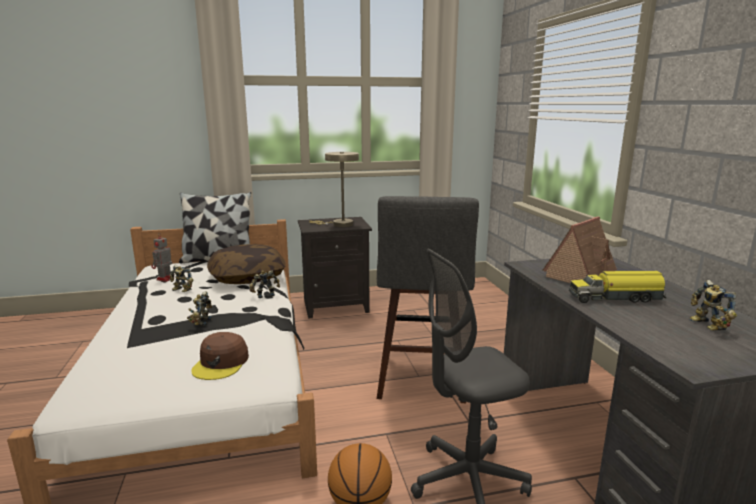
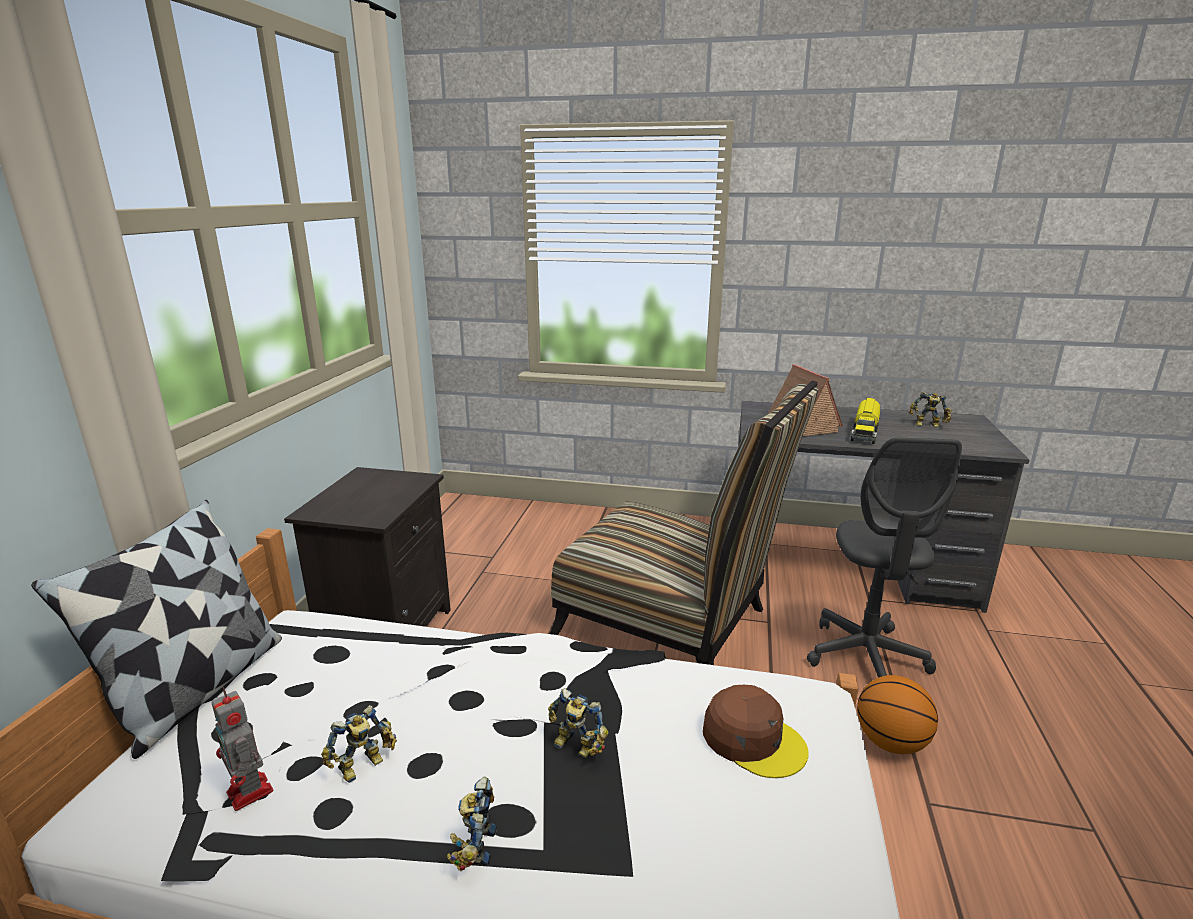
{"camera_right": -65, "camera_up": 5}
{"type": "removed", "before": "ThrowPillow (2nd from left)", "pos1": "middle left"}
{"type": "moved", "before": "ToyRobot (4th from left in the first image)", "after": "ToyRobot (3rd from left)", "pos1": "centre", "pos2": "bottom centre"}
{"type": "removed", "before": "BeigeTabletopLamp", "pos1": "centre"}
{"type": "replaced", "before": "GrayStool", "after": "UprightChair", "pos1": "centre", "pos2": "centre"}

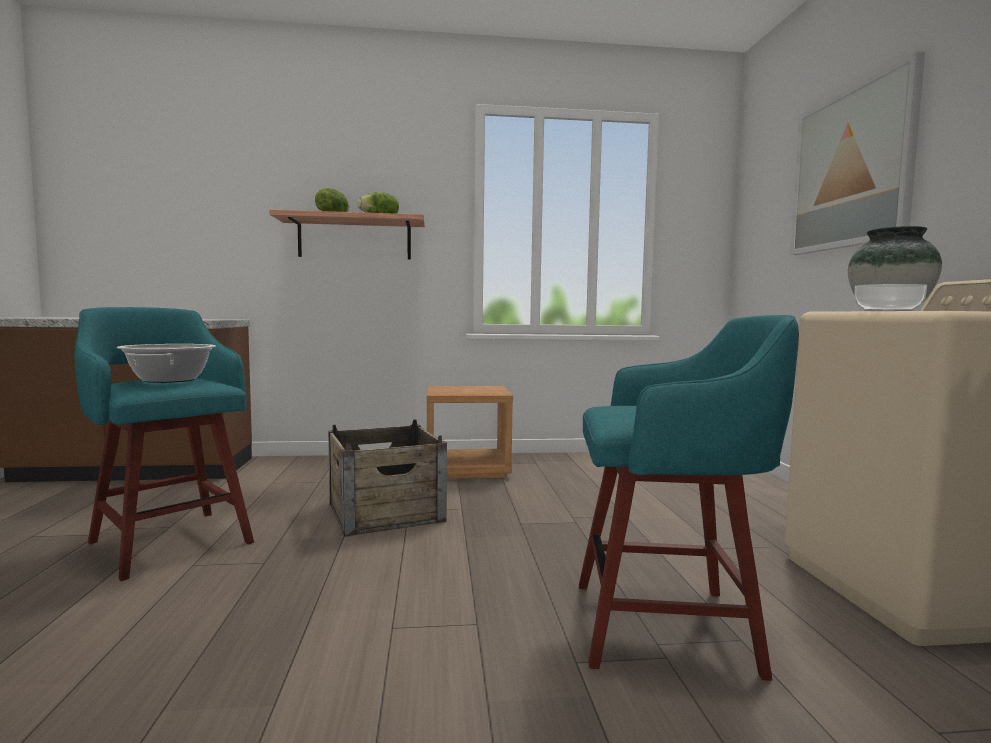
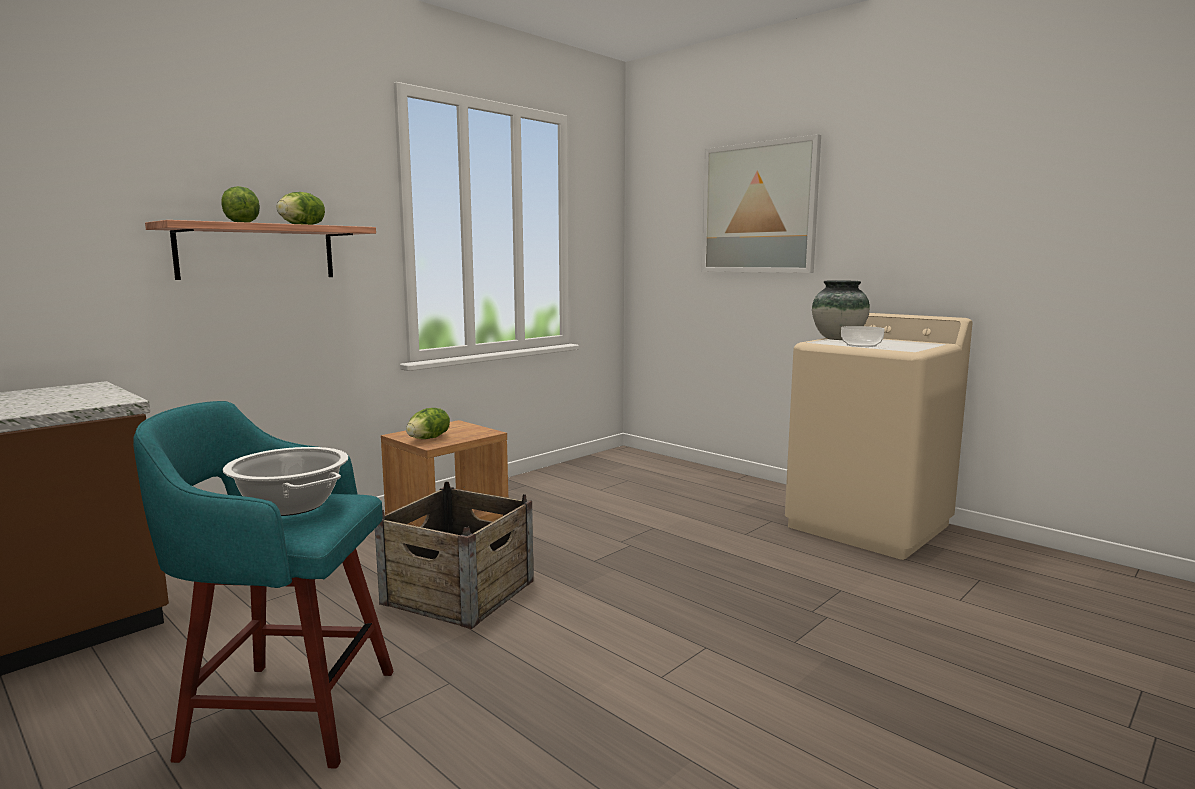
{"camera_right": -40, "camera_up": 5}
{"type": "removed", "before": "TurquoiseStool (2nd from left)", "pos1": "bottom right"}
{"type": "added", "after": "HeadOfLettuce (3rd from left)", "pos2": "centre"}

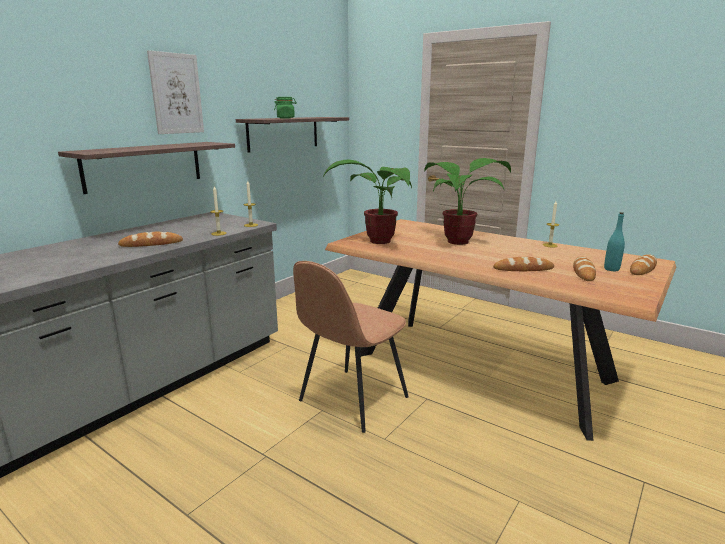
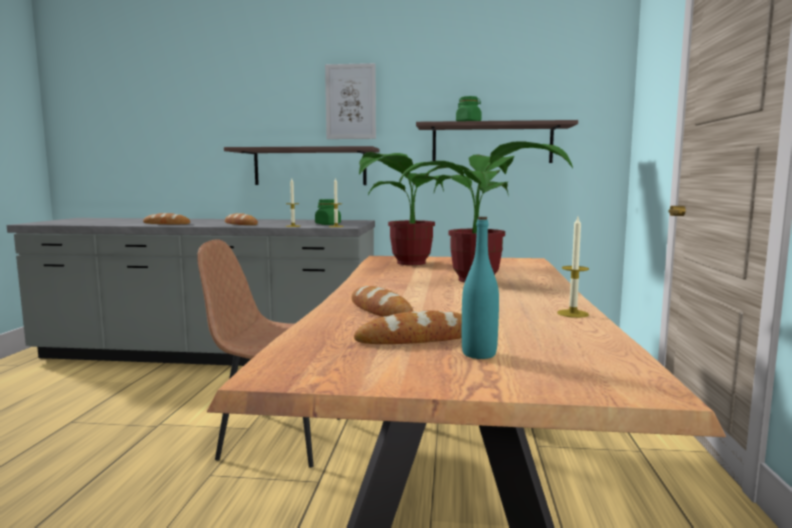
{"camera_right": 60, "camera_up": -10}
{"type": "moved", "before": "Bread (4th from left in the first image)", "after": "Bread (1st from left)", "pos1": "middle right", "pos2": "middle left"}
{"type": "added", "after": "GreenishPreserveJar (1st from left)", "pos2": "centre"}

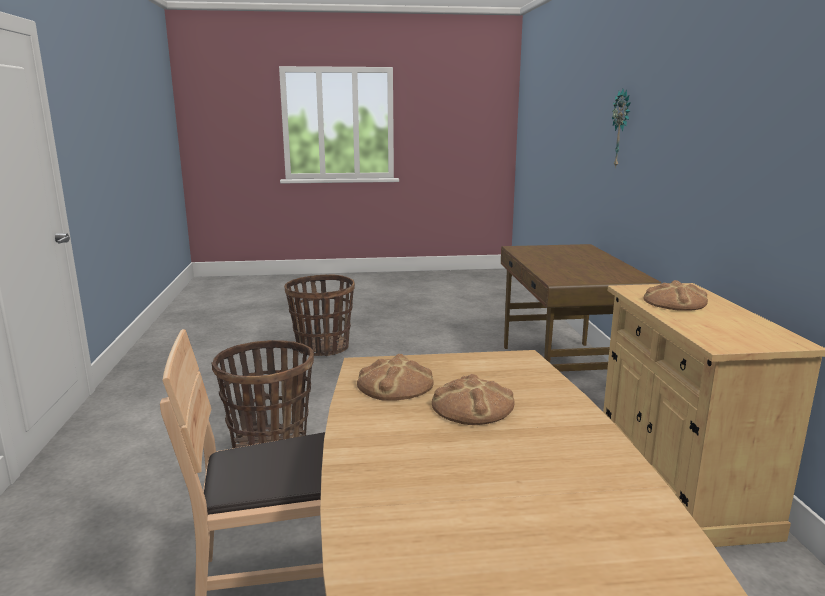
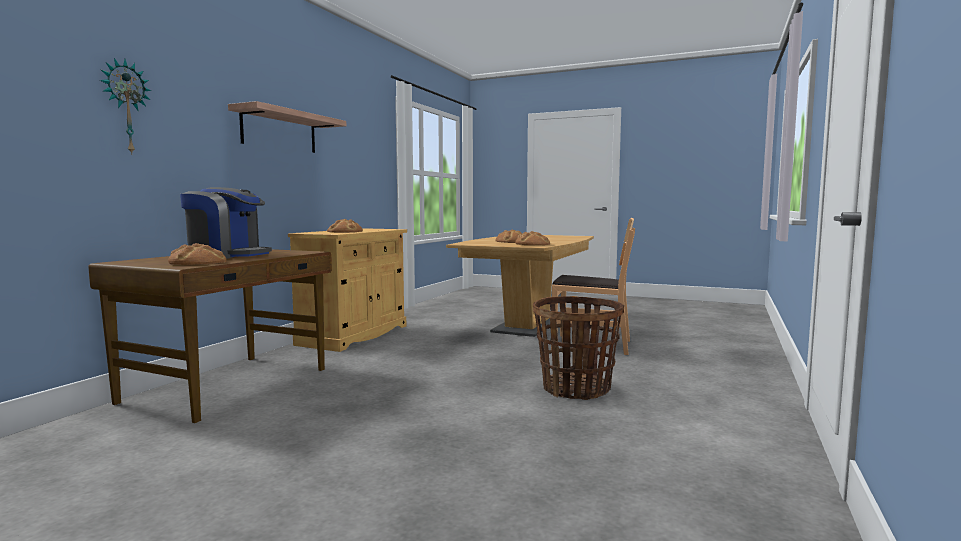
{"camera_right": -150, "camera_up": -10}
{"type": "removed", "before": "Basket (2nd from left)", "pos1": "centre"}
{"type": "added", "after": "Bread (1st from left)", "pos2": "middle left"}
{"type": "added", "after": "CoffeeMachine", "pos2": "middle left"}
{"type": "added", "after": "Shelf", "pos2": "top left"}

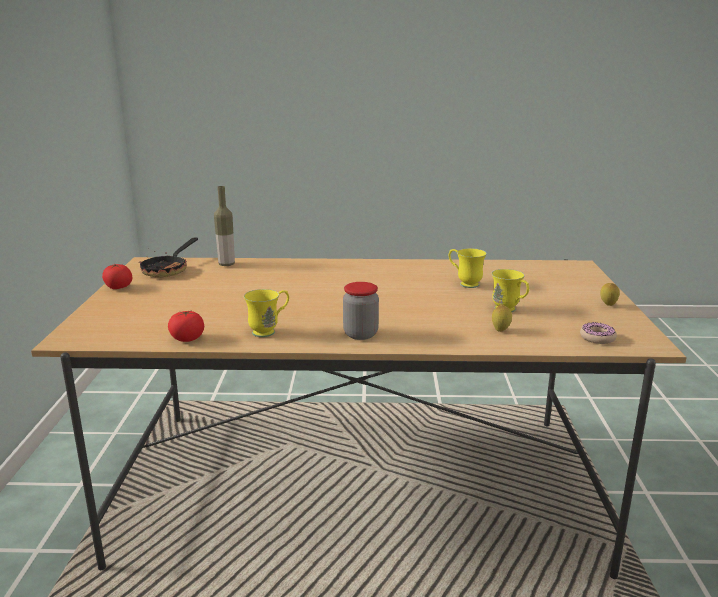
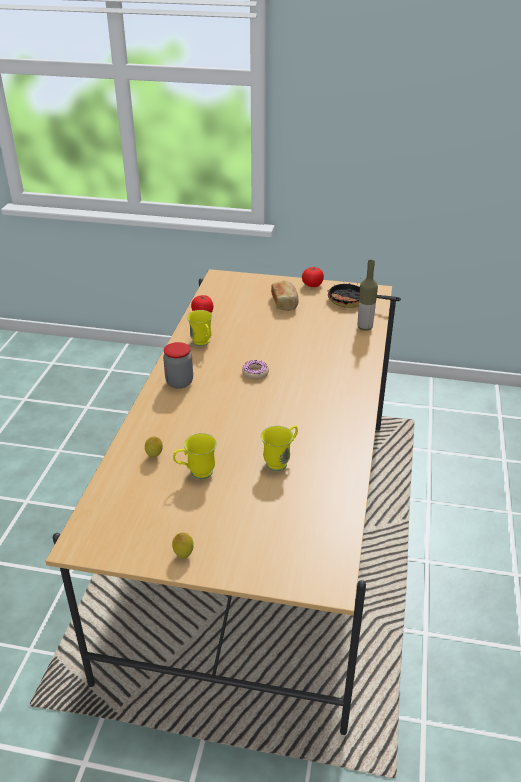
{"camera_right": 100, "camera_up": 15}
{"type": "moved", "before": "Doughnut", "pos1": "middle right", "pos2": "centre"}
{"type": "added", "after": "Bread", "pos2": "centre"}

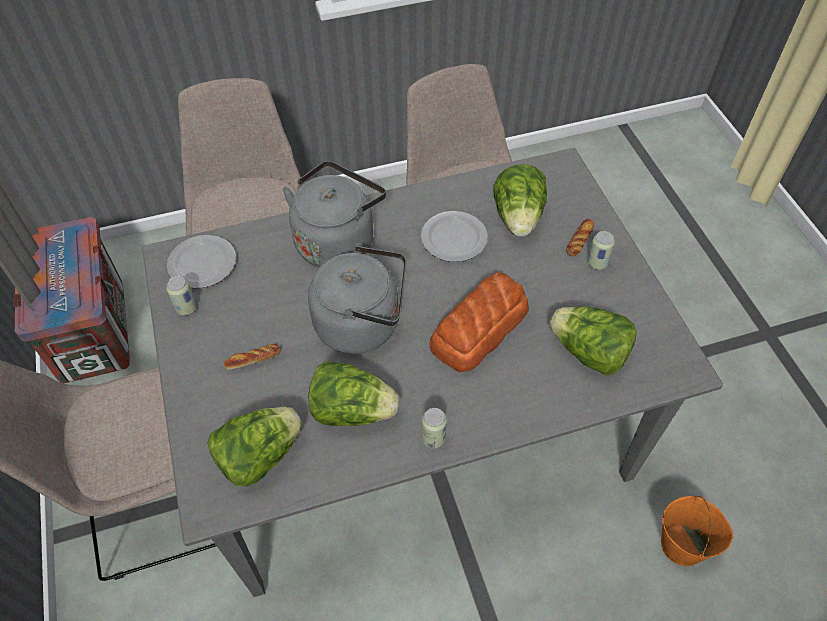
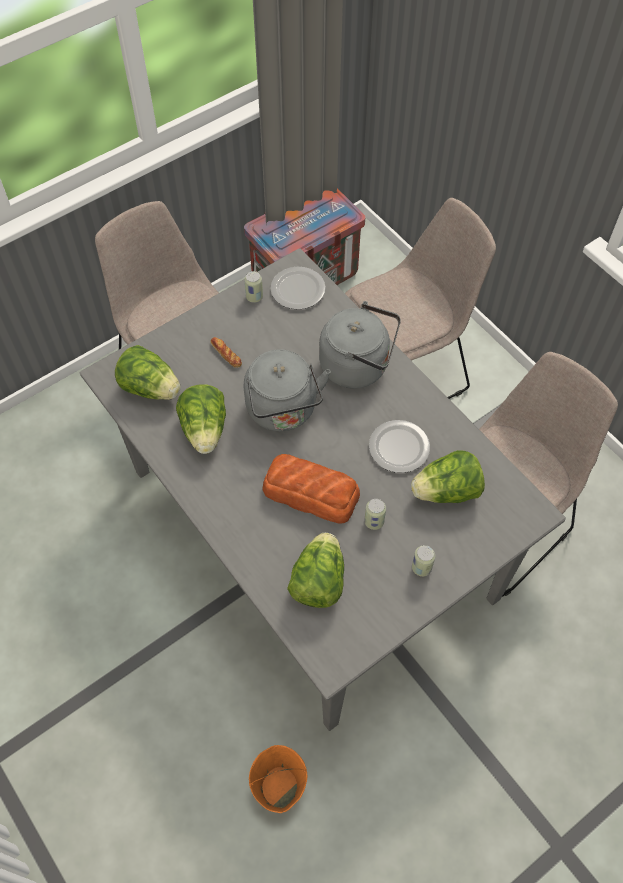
{"camera_right": 70, "camera_up": 5}
{"type": "moved", "before": "SealedCan (2nd from left)", "pos1": "bottom centre", "pos2": "centre"}
{"type": "removed", "before": "Bread (3rd from left)", "pos1": "middle right"}

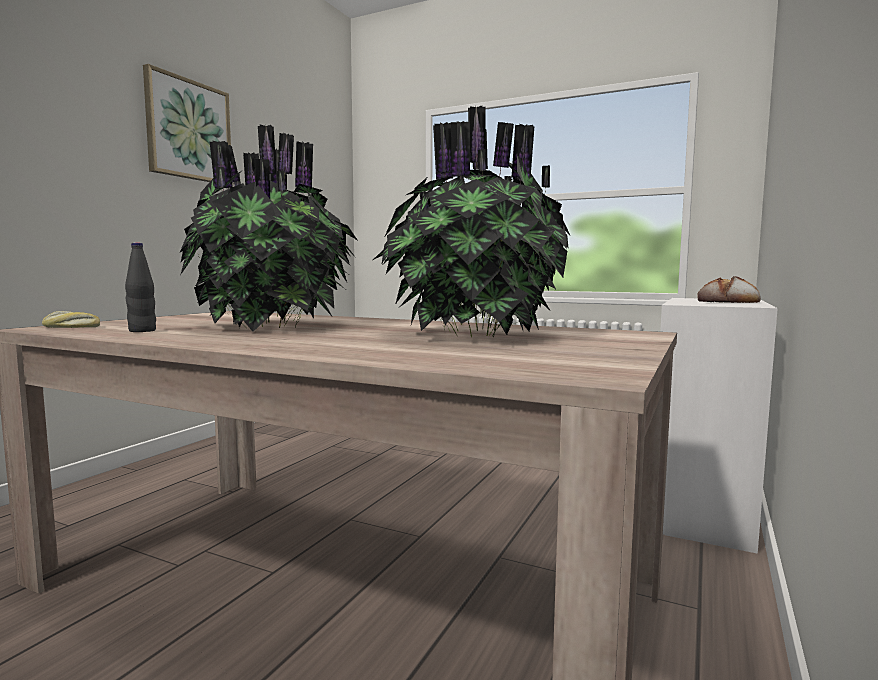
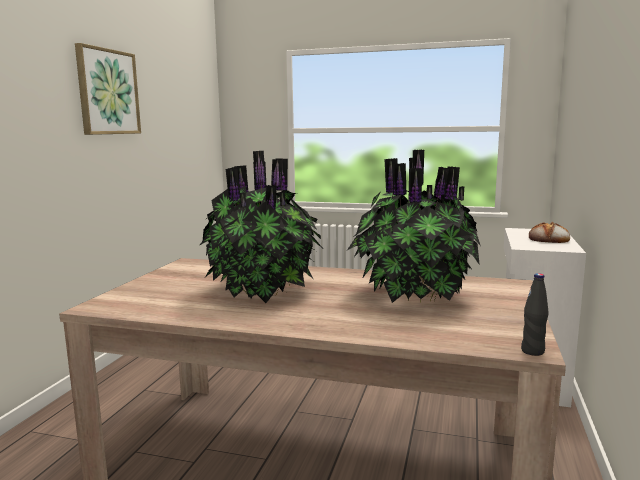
{"camera_right": -10, "camera_up": 5}
{"type": "removed", "before": "Bread (1st from left)", "pos1": "middle left"}
{"type": "moved", "before": "BlackBottle", "pos1": "middle left", "pos2": "middle right"}

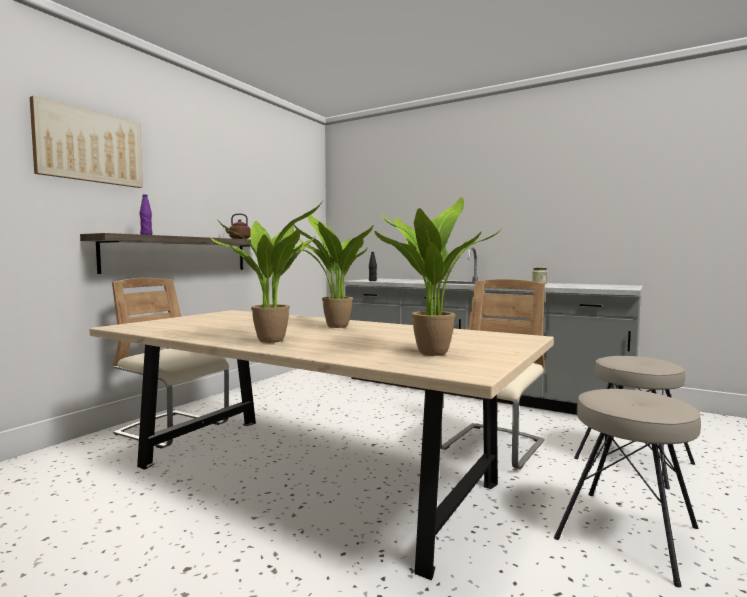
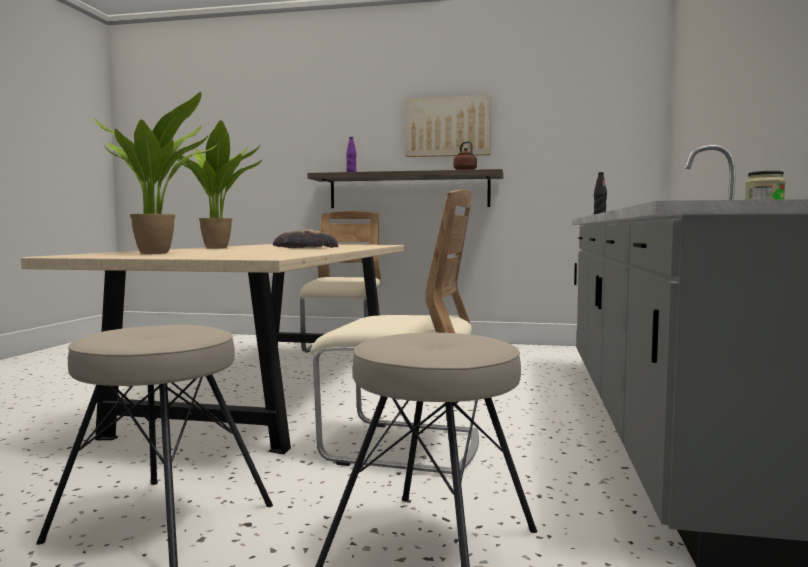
{"camera_right": 70, "camera_up": 0}
{"type": "moved", "before": "WallArt", "pos1": "top left", "pos2": "top centre"}
{"type": "replaced", "before": "Houseplant (2nd from left)", "after": "Bread", "pos1": "centre", "pos2": "centre"}

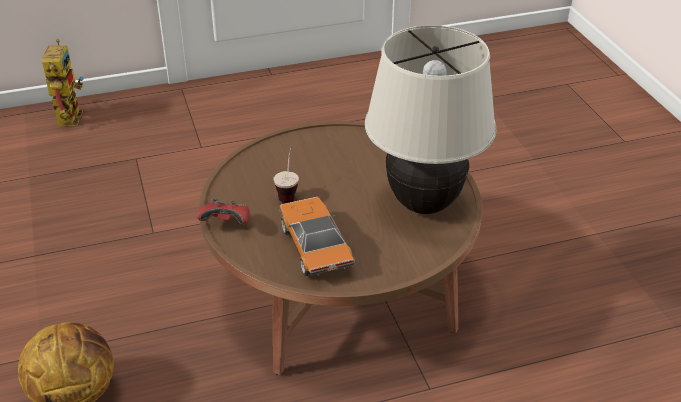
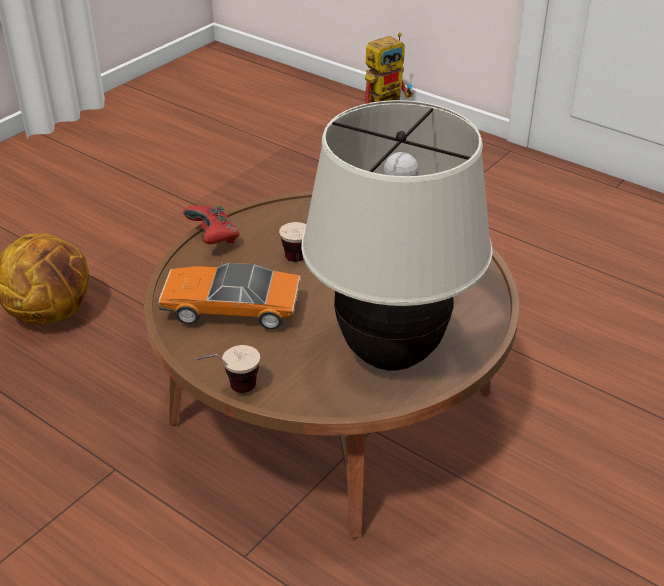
{"camera_right": 55, "camera_up": 0}
{"type": "turned", "before": "ModelCar", "pos1": "centre", "pos2": "centre", "turn": -120}
{"type": "added", "after": "SmallCup (1st from left)", "pos2": "centre"}

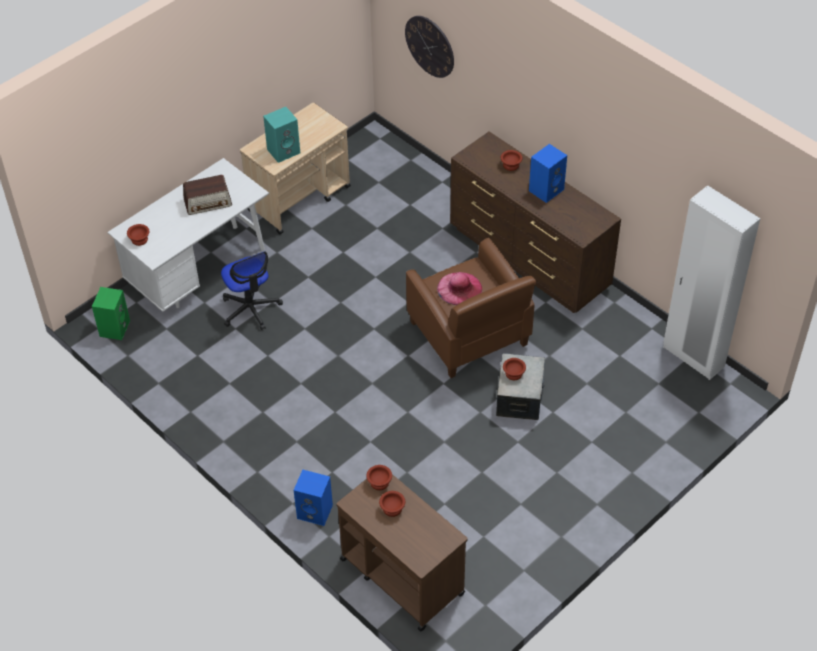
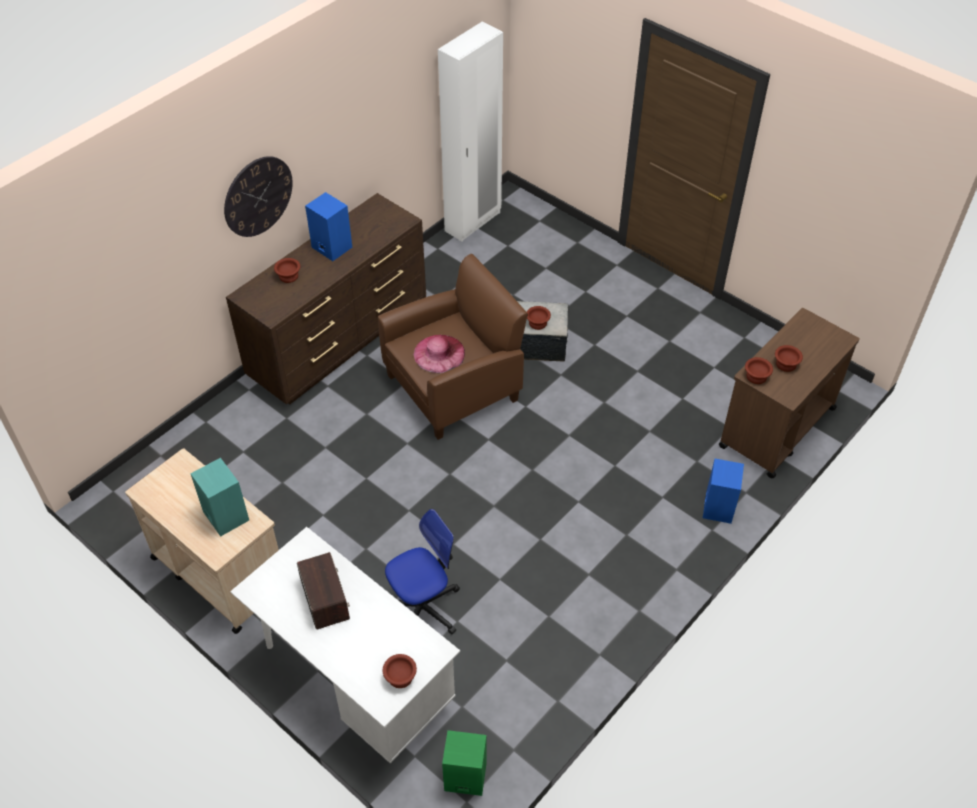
{"camera_right": -95, "camera_up": 0}
{"type": "moved", "before": "HangingClock", "pos1": "top centre", "pos2": "top left"}

